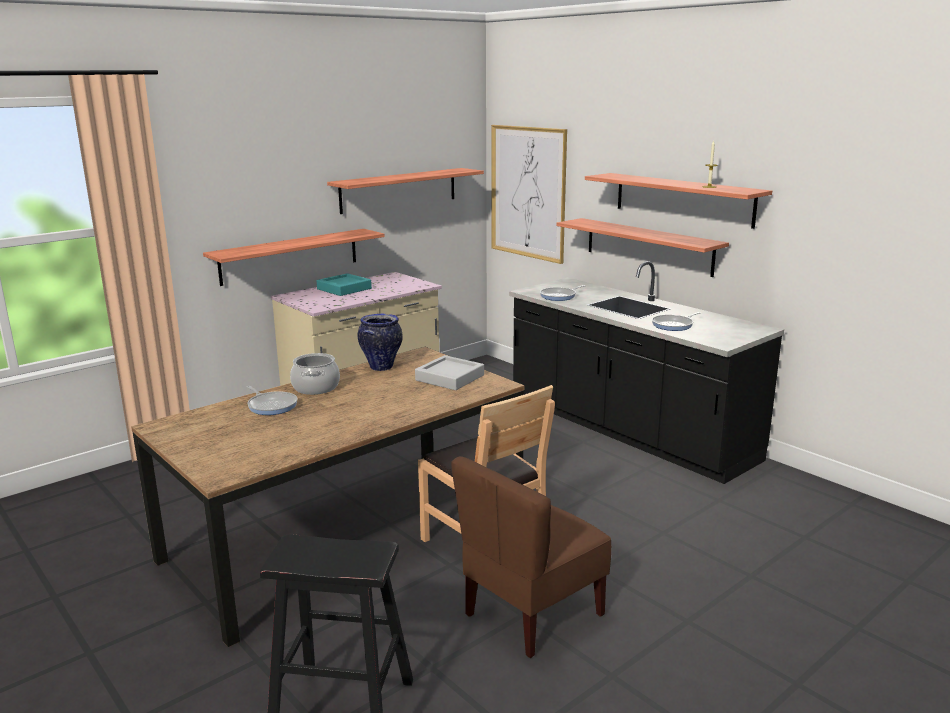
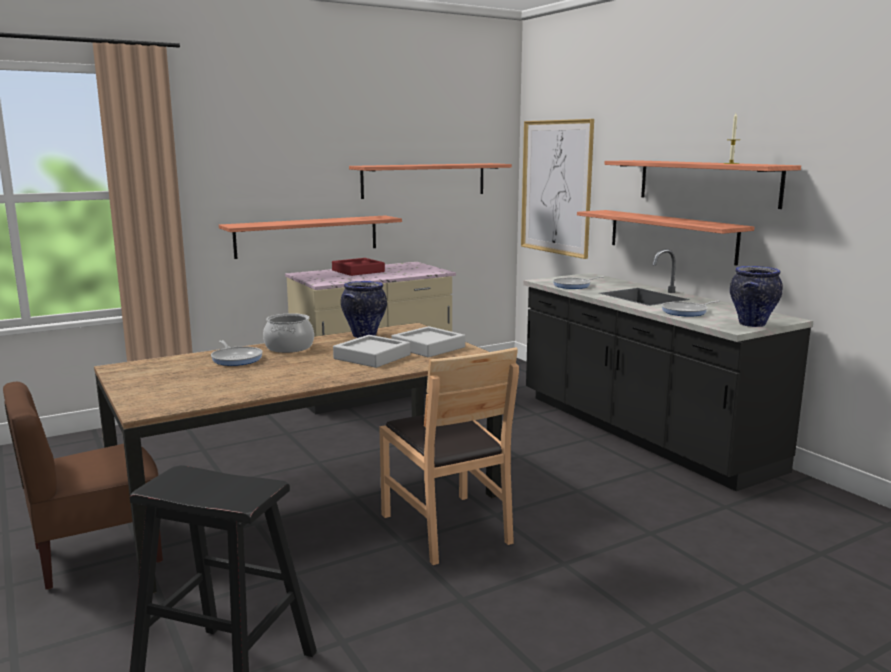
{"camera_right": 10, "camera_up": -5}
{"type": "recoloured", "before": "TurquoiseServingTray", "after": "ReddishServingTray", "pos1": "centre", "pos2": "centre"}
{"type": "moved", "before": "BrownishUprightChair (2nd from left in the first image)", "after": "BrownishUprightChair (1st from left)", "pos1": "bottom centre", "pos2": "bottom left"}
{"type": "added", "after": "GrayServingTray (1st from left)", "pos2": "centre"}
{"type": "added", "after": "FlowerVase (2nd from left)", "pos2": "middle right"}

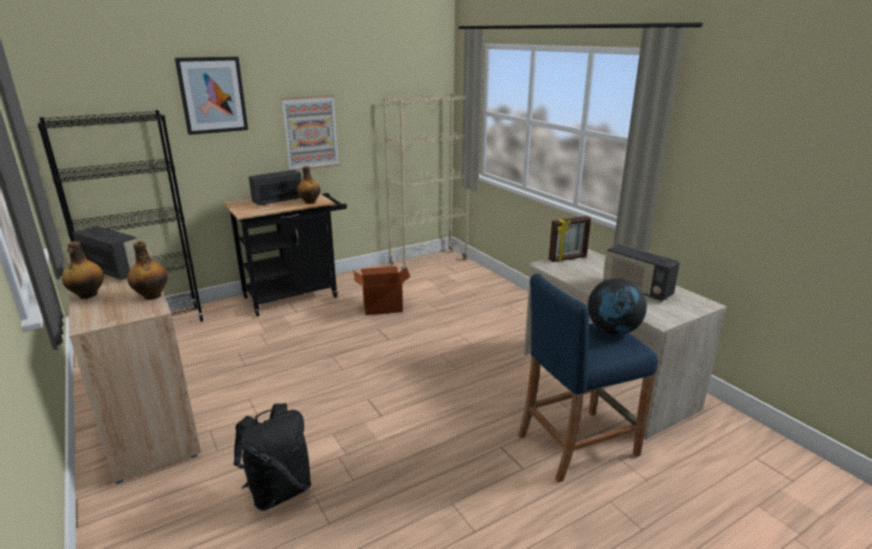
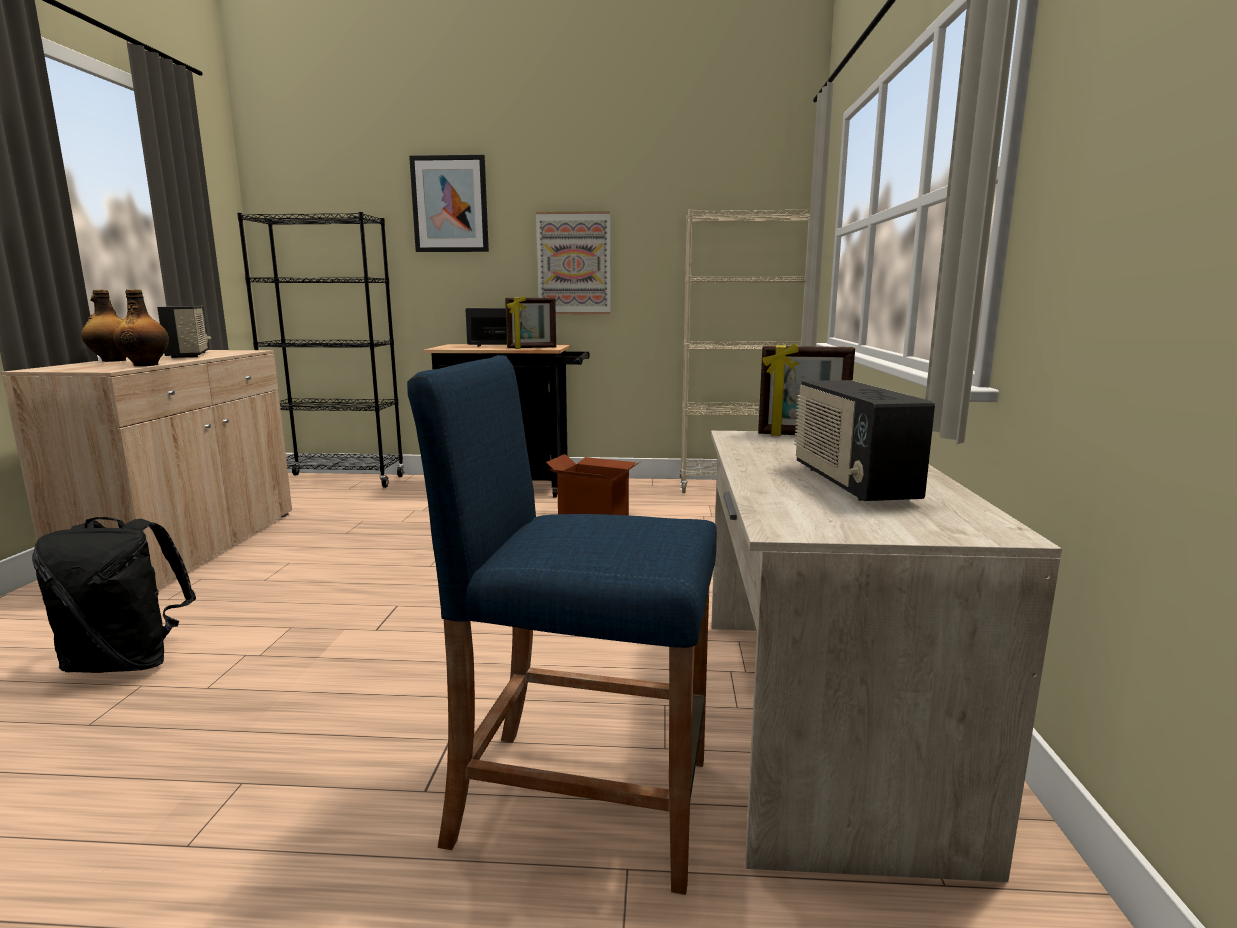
{"camera_right": 35, "camera_up": -10}
{"type": "replaced", "before": "Bottle (3rd from left)", "after": "StandingFrame (1st from left)", "pos1": "centre", "pos2": "centre"}
{"type": "removed", "before": "DeskGlobe", "pos1": "middle right"}

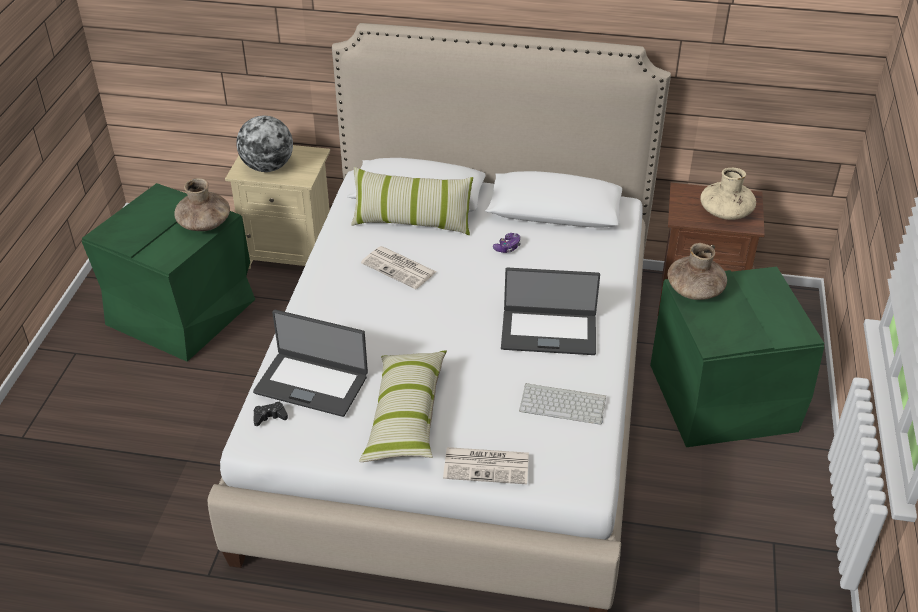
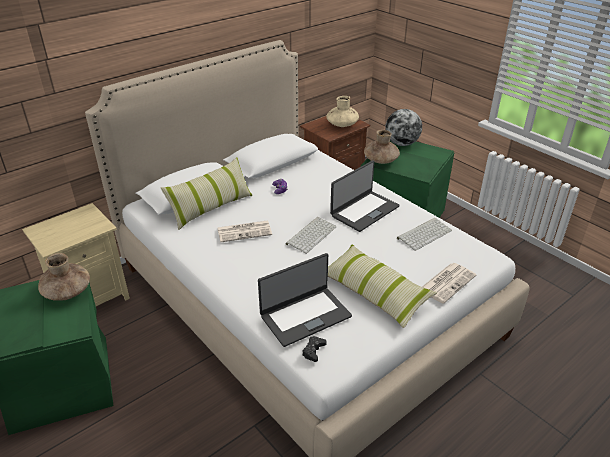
{"camera_right": -50, "camera_up": -5}
{"type": "moved", "before": "DeskGlobe", "pos1": "top left", "pos2": "top centre"}
{"type": "added", "after": "PcKeyboard (1st from left)", "pos2": "centre"}

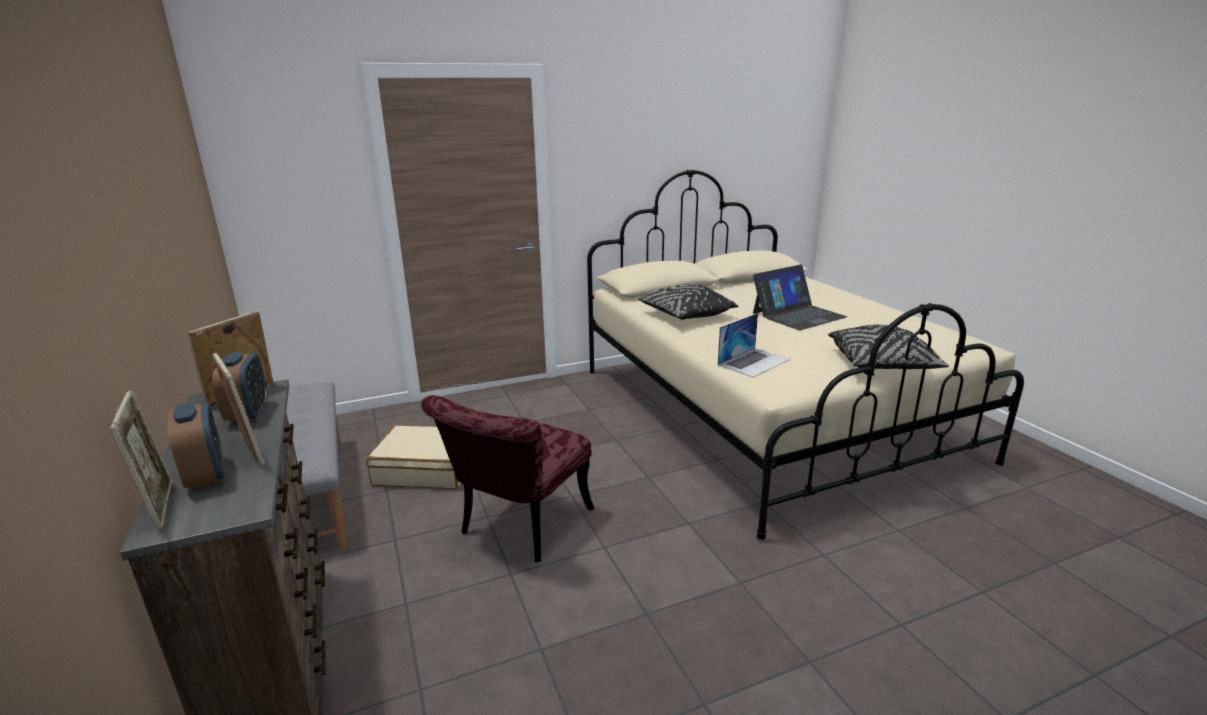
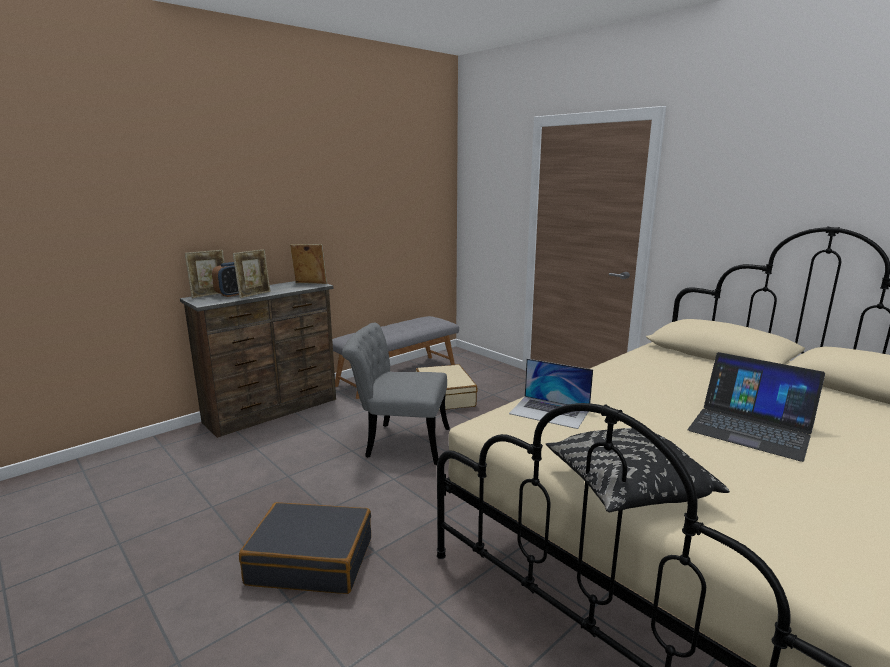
{"camera_right": 70, "camera_up": -5}
{"type": "removed", "before": "AlarmClock (2nd from left)", "pos1": "middle left"}
{"type": "recoloured", "before": "ReddishUprightChair", "after": "GrayUprightChair", "pos1": "bottom centre", "pos2": "centre"}
{"type": "removed", "before": "BlackThrowPillow (1st from left)", "pos1": "centre"}
{"type": "added", "after": "BlackSuitcase", "pos2": "bottom centre"}

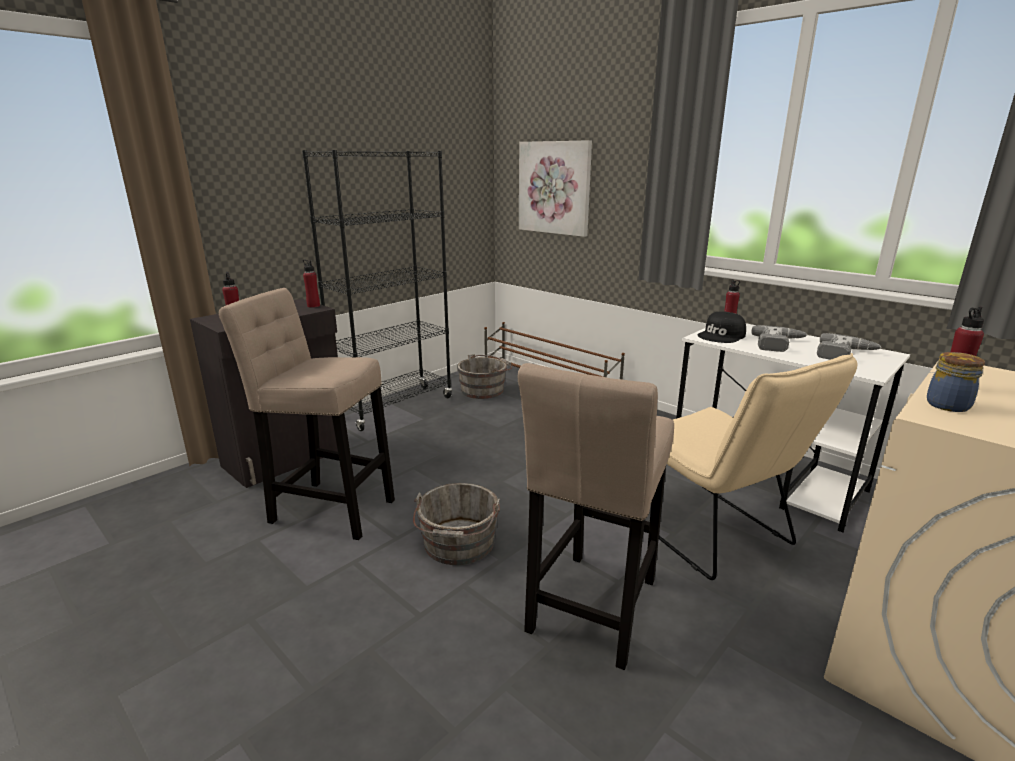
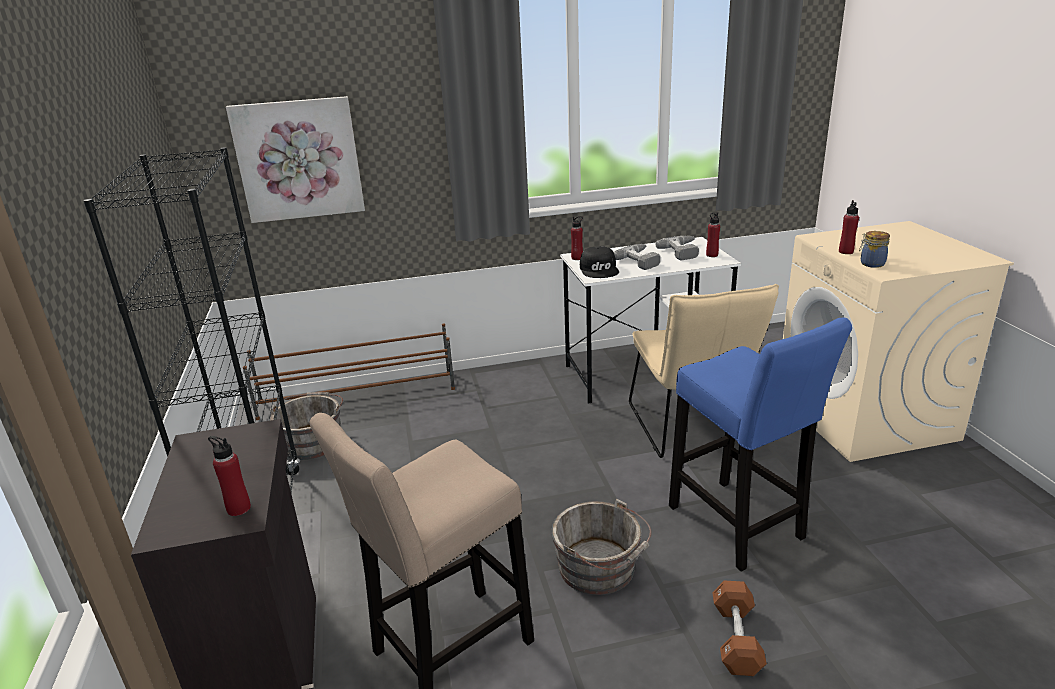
{"camera_right": -55, "camera_up": 5}
{"type": "moved", "before": "ReddishBottle (2nd from left in the first image)", "after": "ReddishBottle (3rd from left)", "pos1": "middle left", "pos2": "middle right"}
{"type": "recoloured", "before": "BeigeStool (2nd from left)", "after": "BlueColouredStool", "pos1": "bottom centre", "pos2": "middle right"}
{"type": "turned", "before": "BeigeUprightChair", "pos1": "middle right", "pos2": "middle right", "turn": 75}
{"type": "added", "after": "BrownishHandWeight", "pos2": "bottom right"}

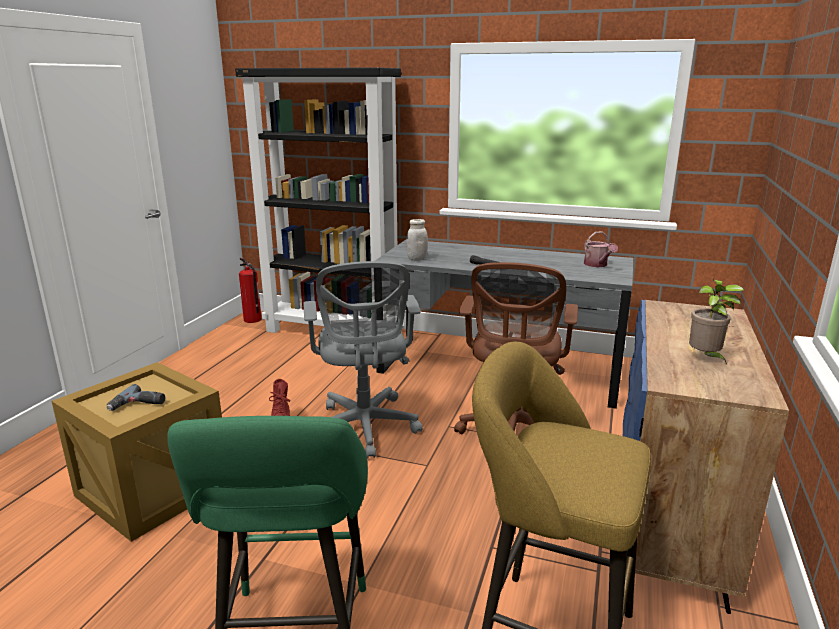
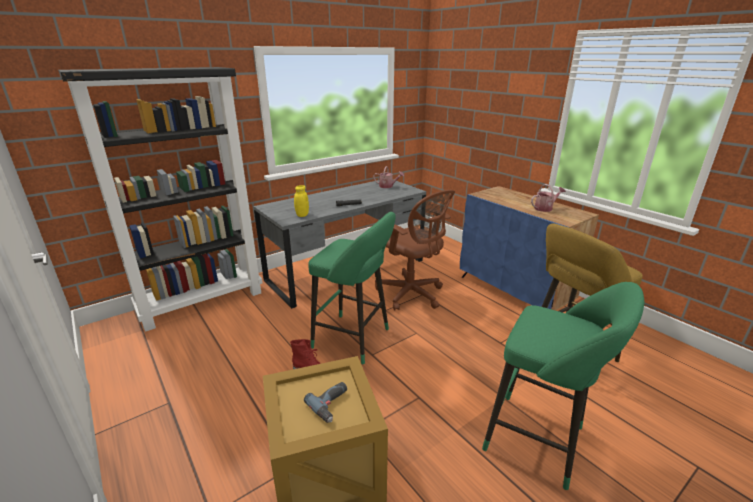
{"camera_right": -55, "camera_up": 5}
{"type": "removed", "before": "FireFightingCylinder", "pos1": "middle left"}
{"type": "replaced", "before": "GrayDeskChair", "after": "GreenishStool (1st from left)", "pos1": "centre", "pos2": "centre"}
{"type": "recoloured", "before": "WhitePreserveJar", "after": "YellowColouredPreserveJar", "pos1": "centre", "pos2": "centre"}
{"type": "replaced", "before": "Houseplant", "after": "WateringPot (2nd from left)", "pos1": "middle right", "pos2": "middle right"}

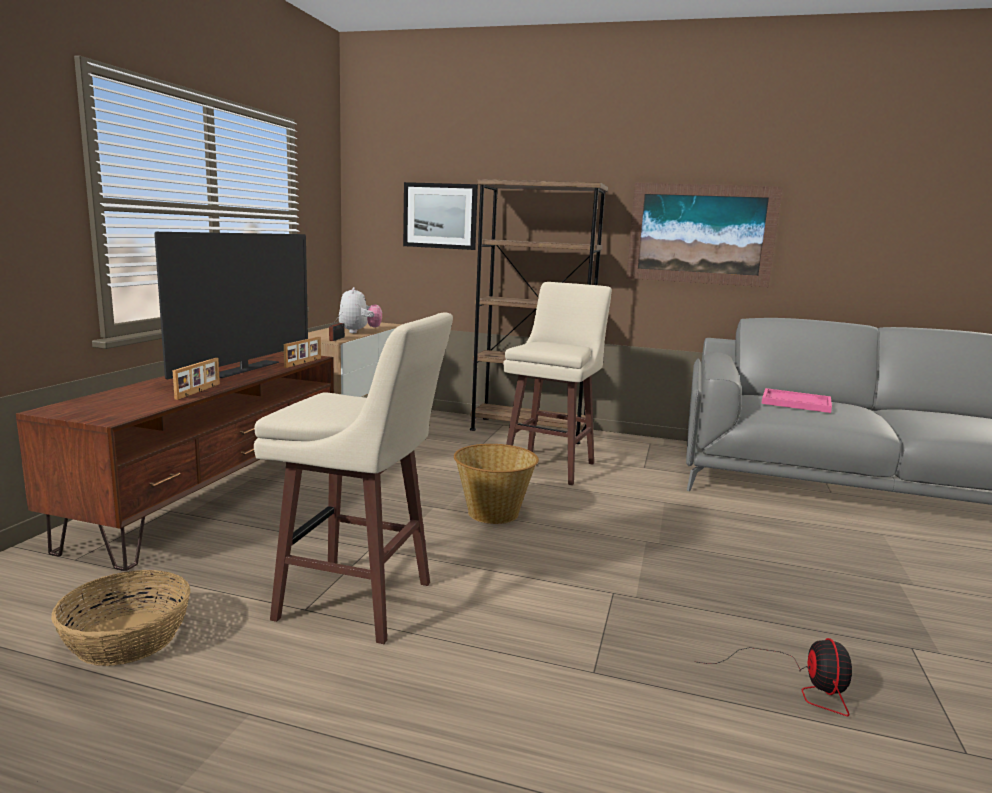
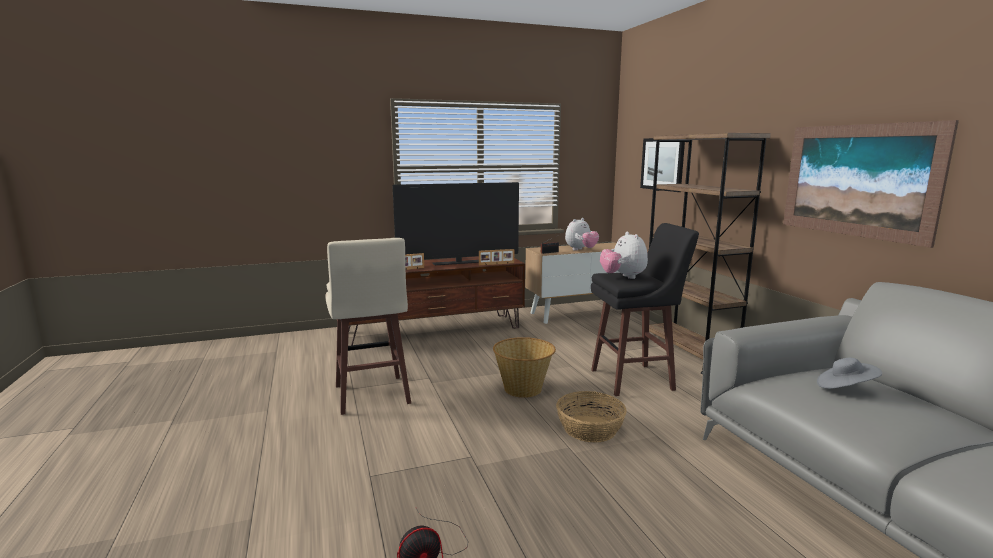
{"camera_right": 55, "camera_up": 0}
{"type": "moved", "before": "Basket (1st from left in the first image)", "after": "Basket (2nd from left)", "pos1": "bottom left", "pos2": "bottom centre"}
{"type": "recoloured", "before": "BeigeStool (2nd from left)", "after": "BlackStool", "pos1": "centre", "pos2": "centre"}
{"type": "replaced", "before": "PinkColouredServingTray", "after": "GrayClothingHat", "pos1": "middle right", "pos2": "bottom right"}
{"type": "added", "after": "PlushToy (2nd from left)", "pos2": "centre"}

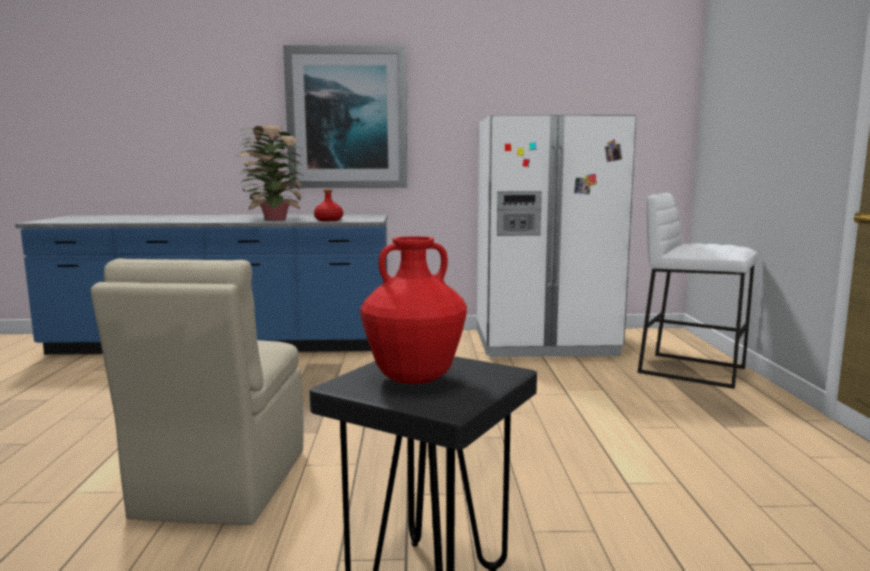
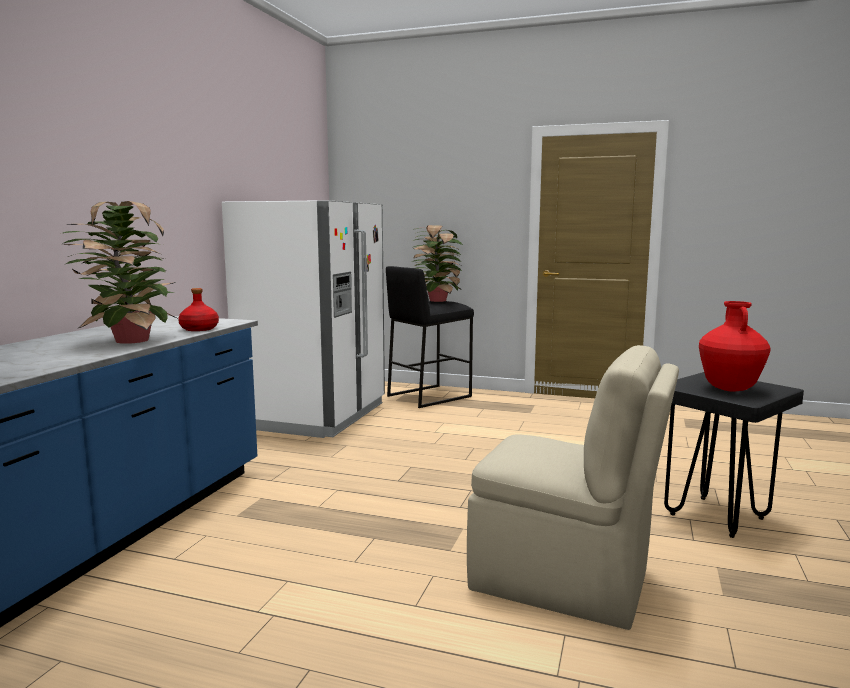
{"camera_right": -70, "camera_up": 0}
{"type": "removed", "before": "WallArt", "pos1": "top centre"}
{"type": "recoloured", "before": "WhiteStool", "after": "BlackStool (1st from left)", "pos1": "middle right", "pos2": "centre"}
{"type": "added", "after": "Houseplant (2nd from left)", "pos2": "centre"}

